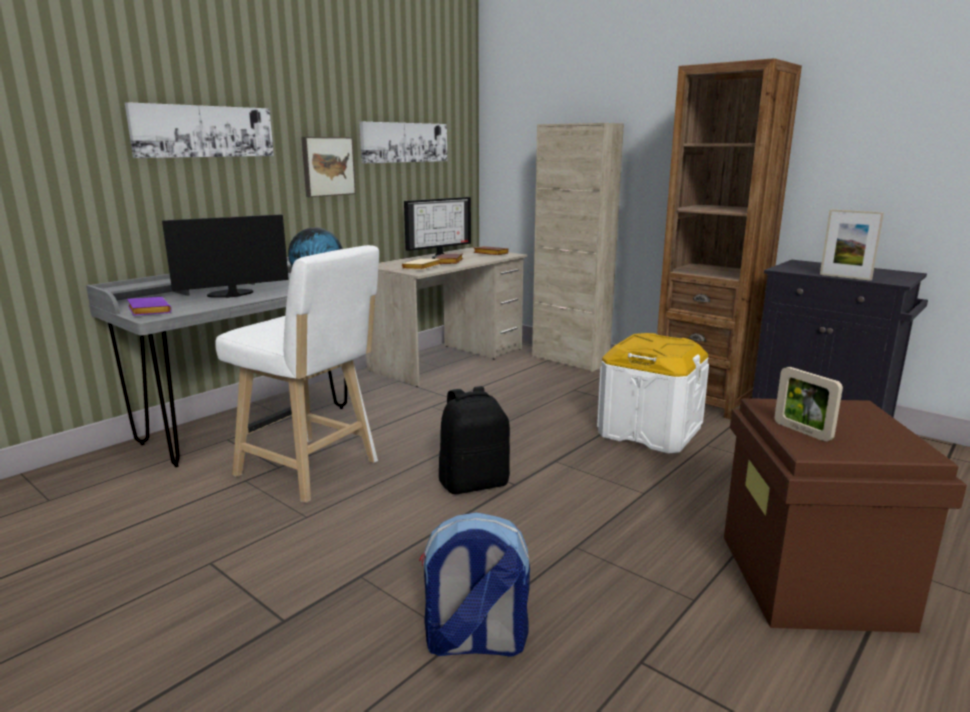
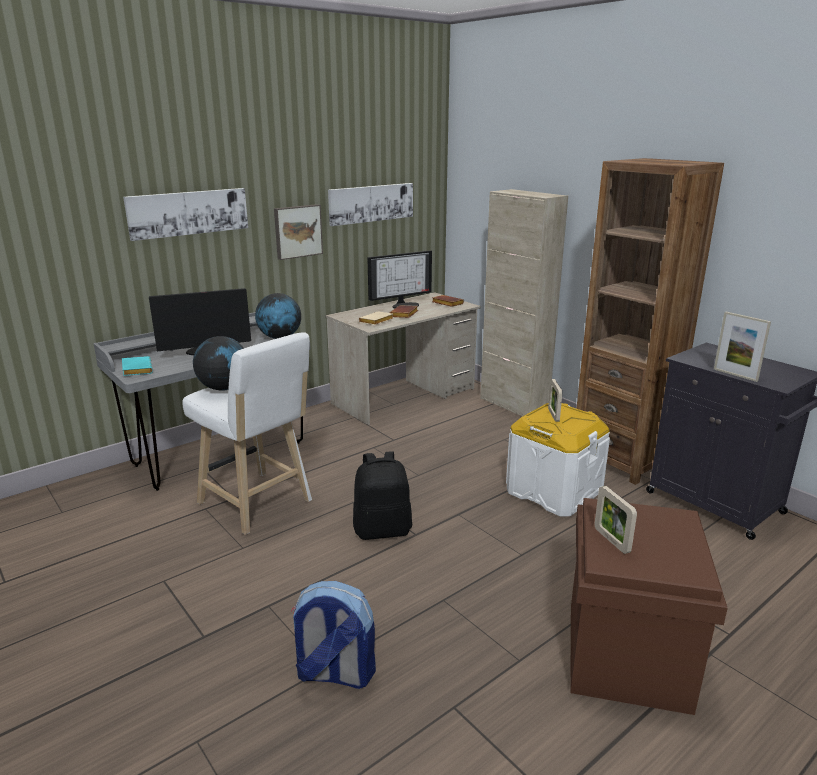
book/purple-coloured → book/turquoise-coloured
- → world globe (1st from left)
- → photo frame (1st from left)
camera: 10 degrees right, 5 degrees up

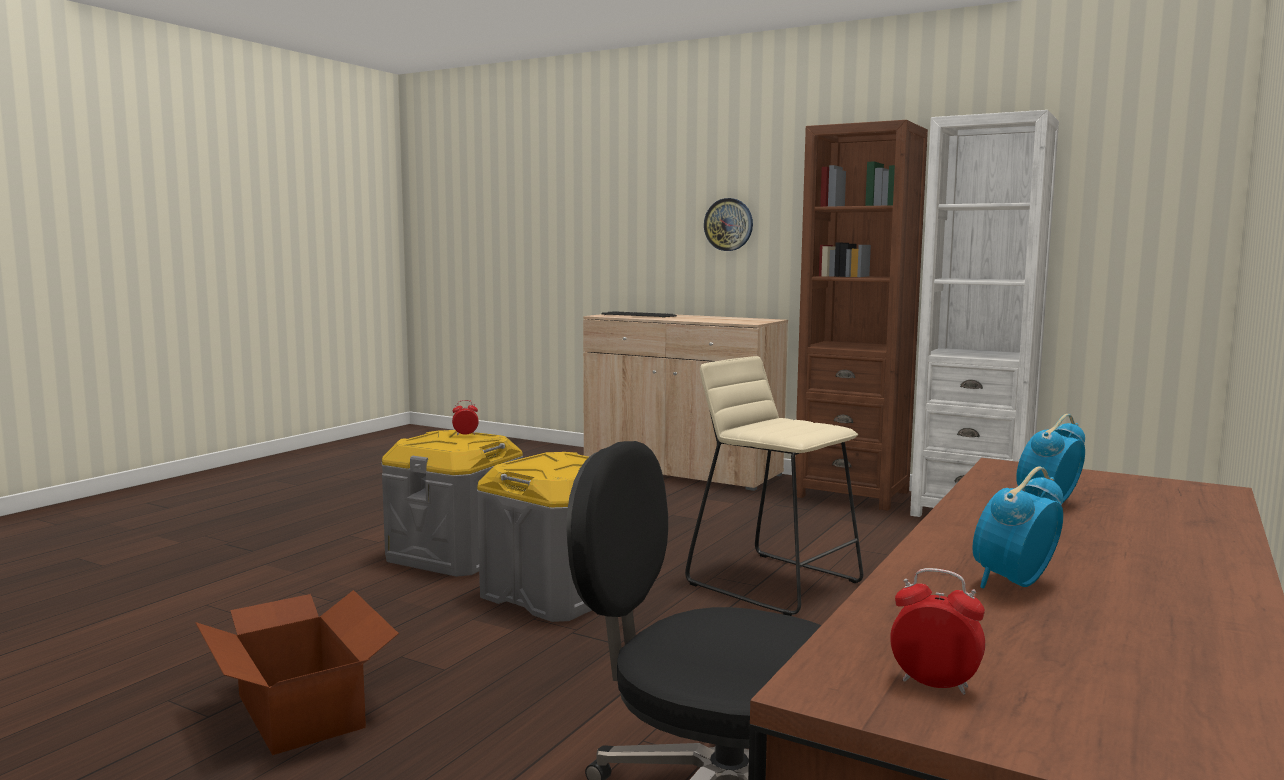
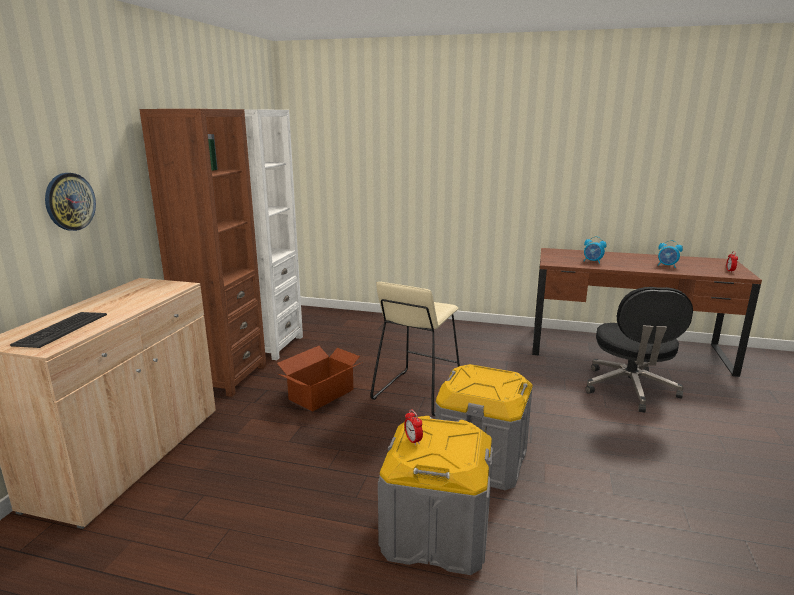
packing box, moved
camera: 105 degrees left, 10 degrees up

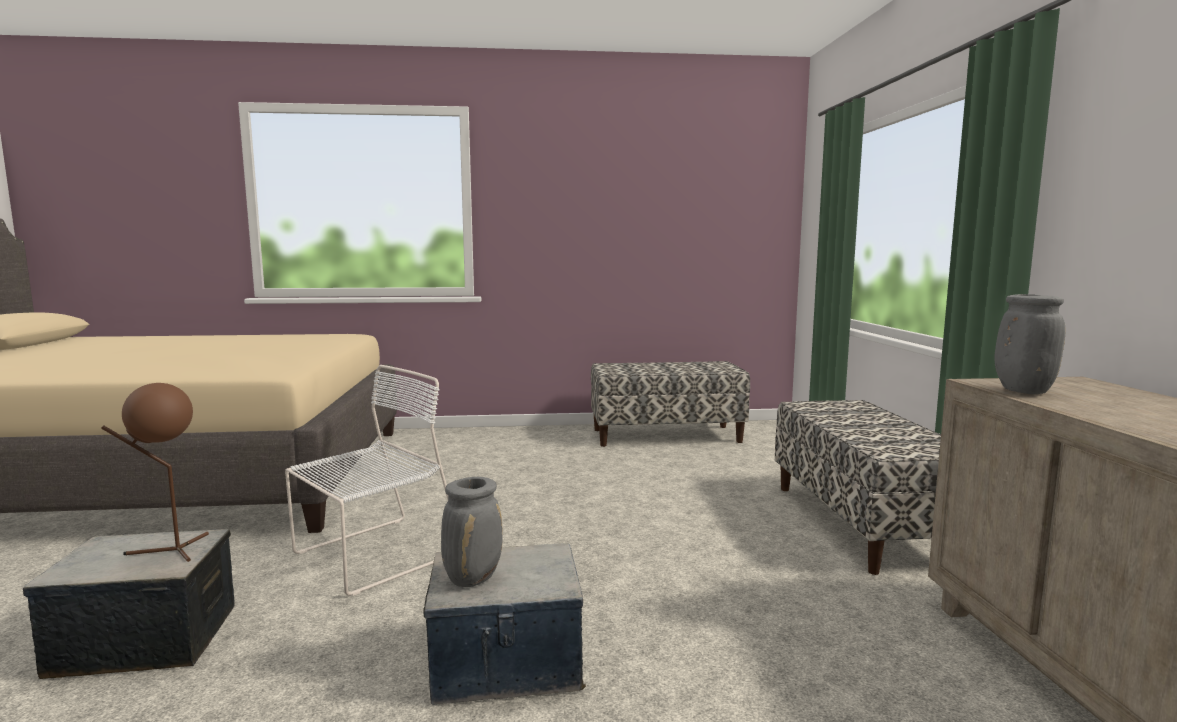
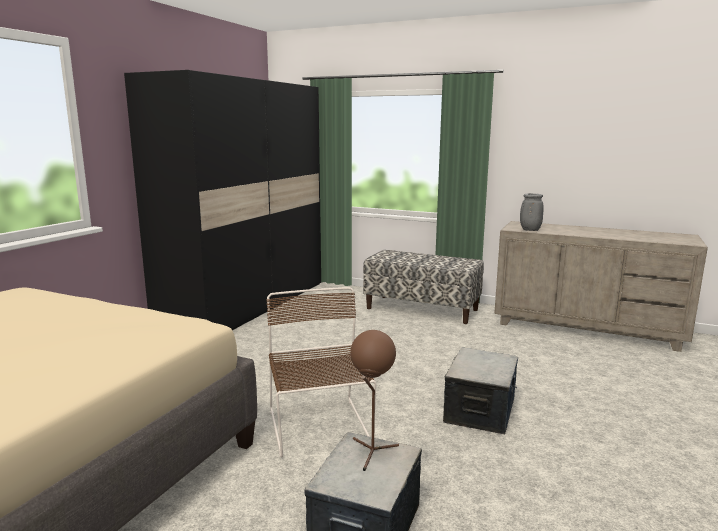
bench (1st from left) → clothes cupboard/black
chair/white → chair/brownish
vase/greyish (1st from left) → -
camera: 60 degrees left, 5 degrees up

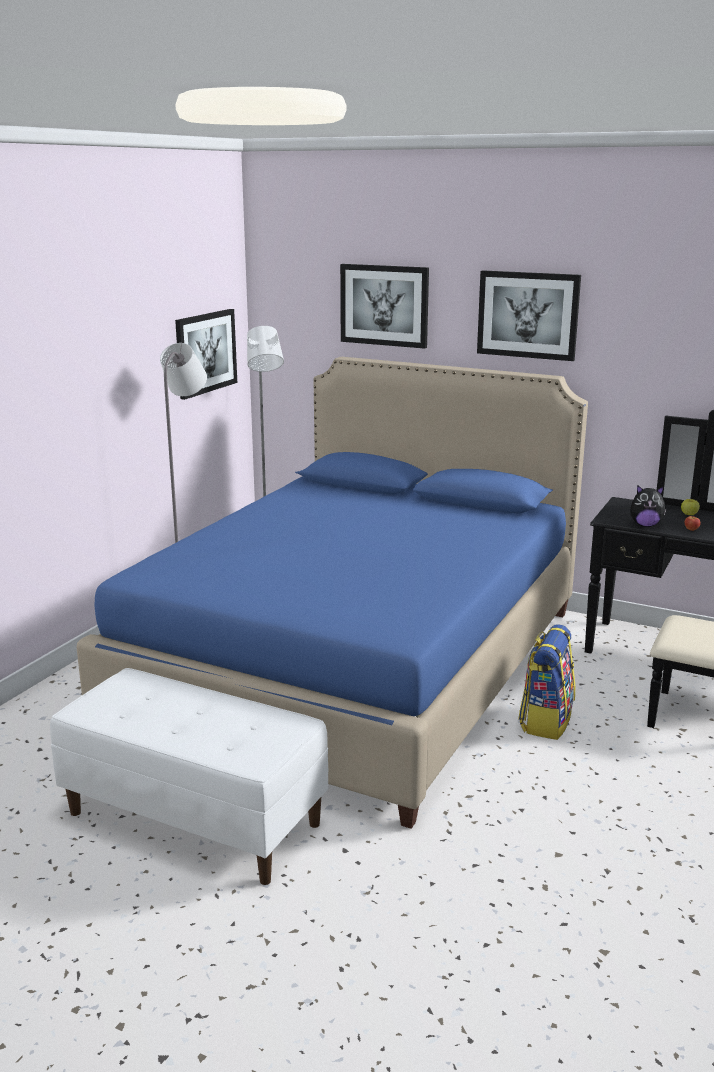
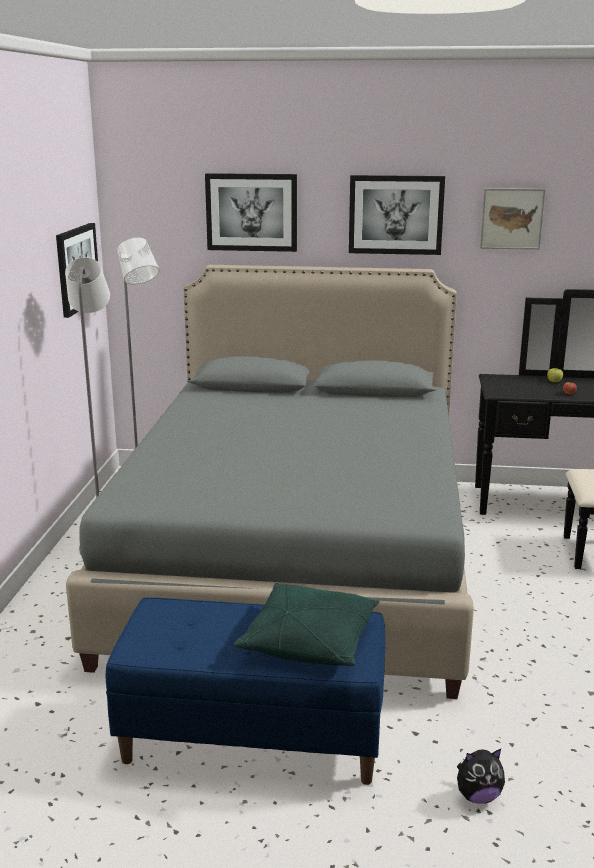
bed/blue-coloured → bed/greyish
soft toy, moved
rucksack → -
bench/white → bench/blue-coloured
- → wall picture (4th from left)
- → throw pillow/greenish
camera: 20 degrees left, 0 degrees up

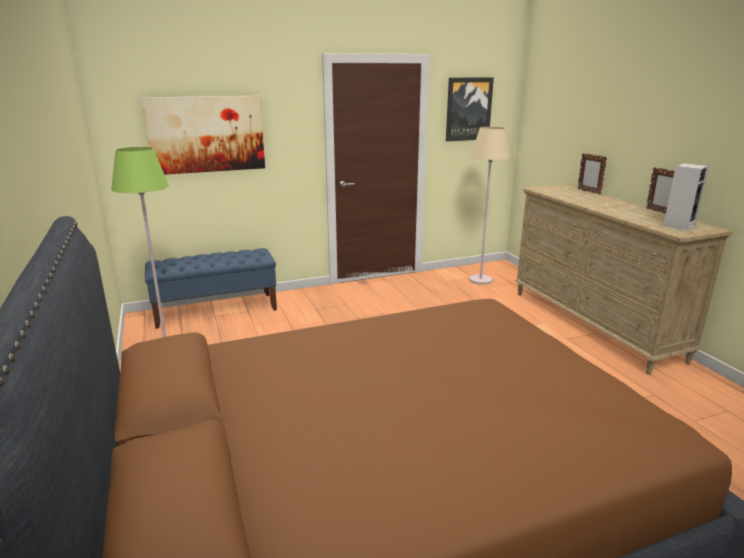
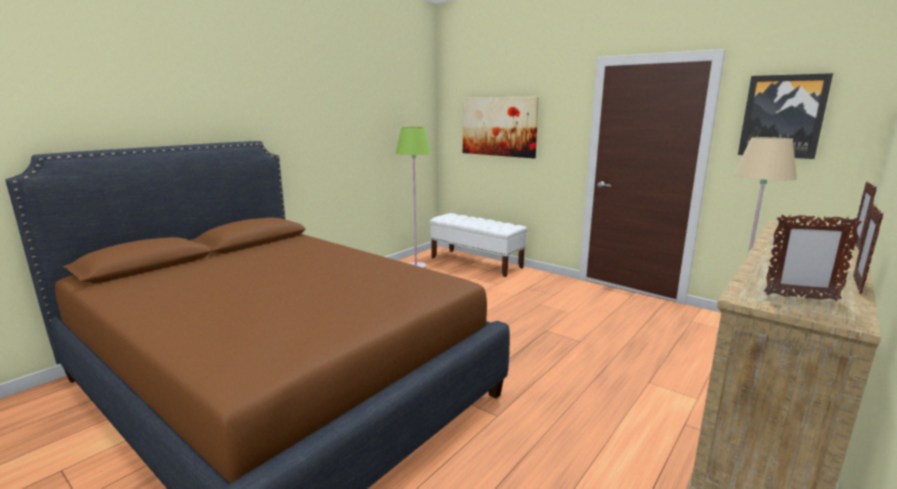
audio speaker → photo frame (1st from left)
bench/blue-coloured → bench/white
camera: 60 degrees right, 5 degrees down

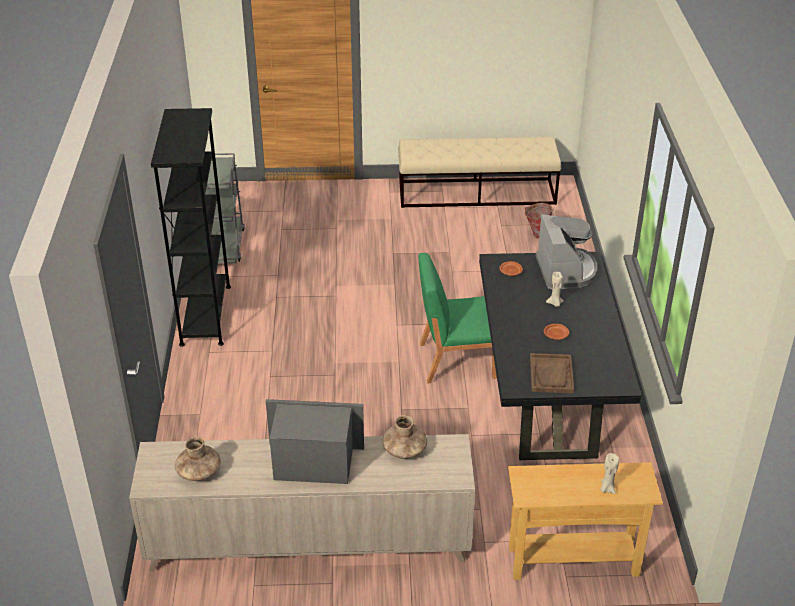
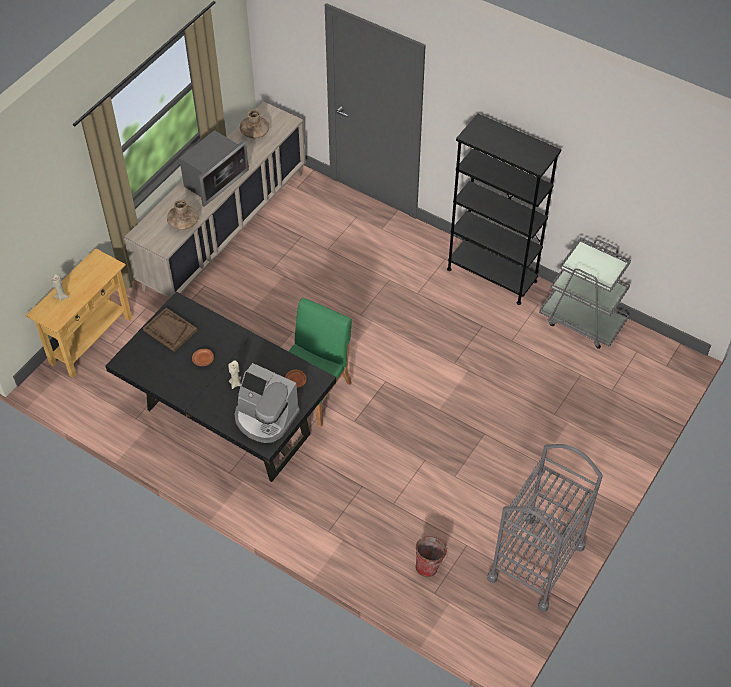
bench/beige → cart/greyish (1st from left)
camera: 125 degrees right, 15 degrees up

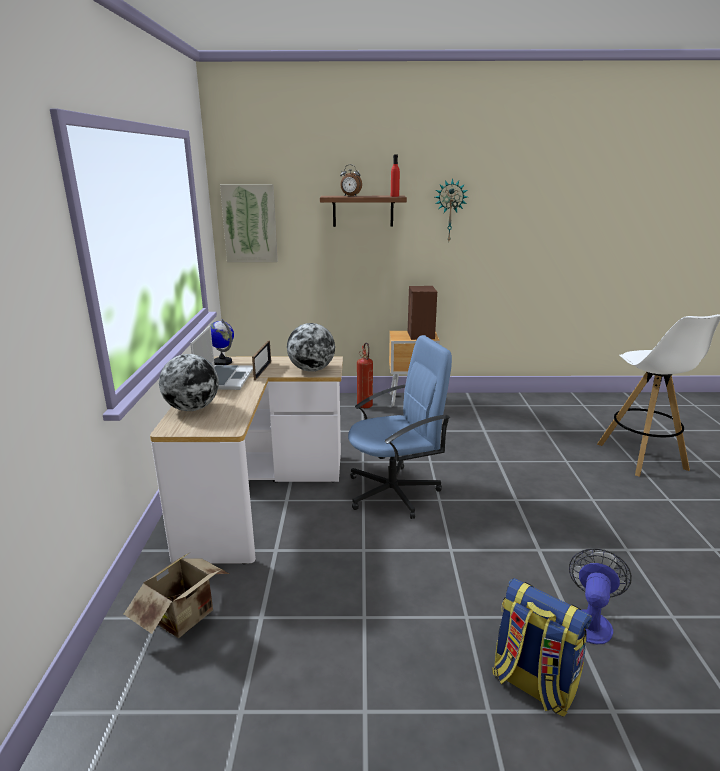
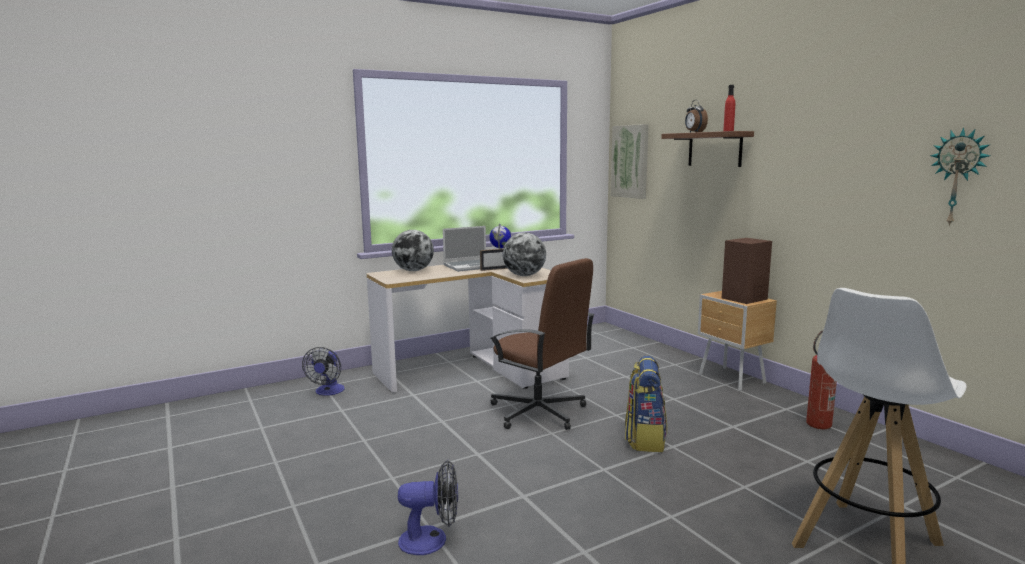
wall clock, moved
desk chair/blue-coloured → desk chair/brownish
fire-fighting cylinder, moved
packing box → cooling fan (1st from left)
rucksack, moved
camera: 60 degrees right, 10 degrees down

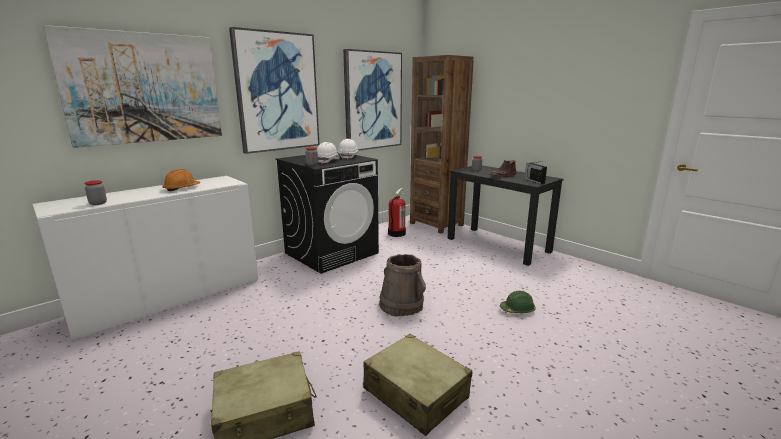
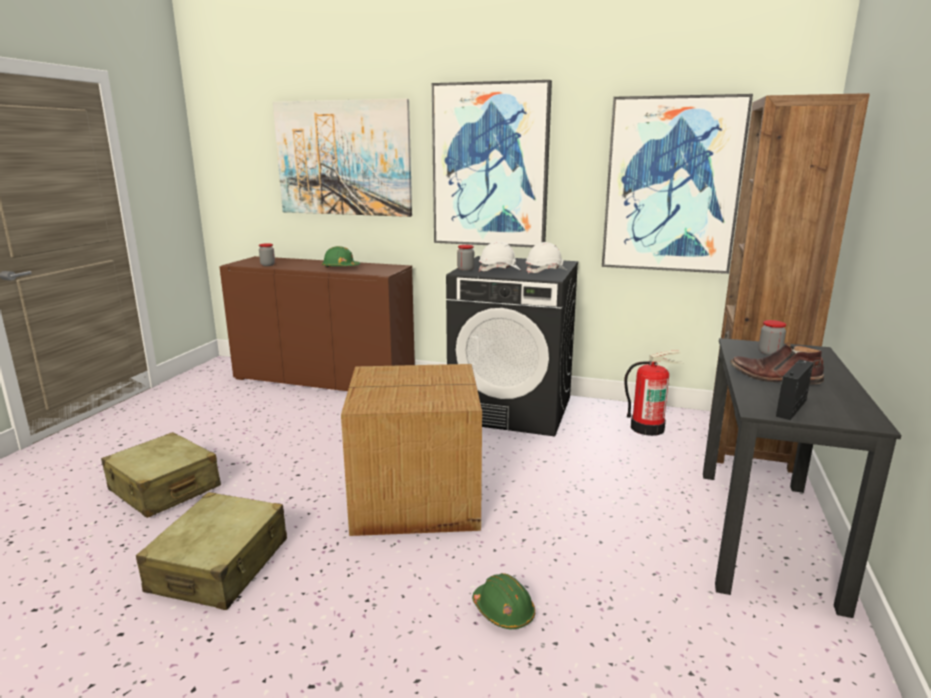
hard hat/orange → hard hat/greenish (1st from left)
storage cabinet/white → storage cabinet/brownish
bucket/brownish → packing box
camera: 60 degrees right, 0 degrees up

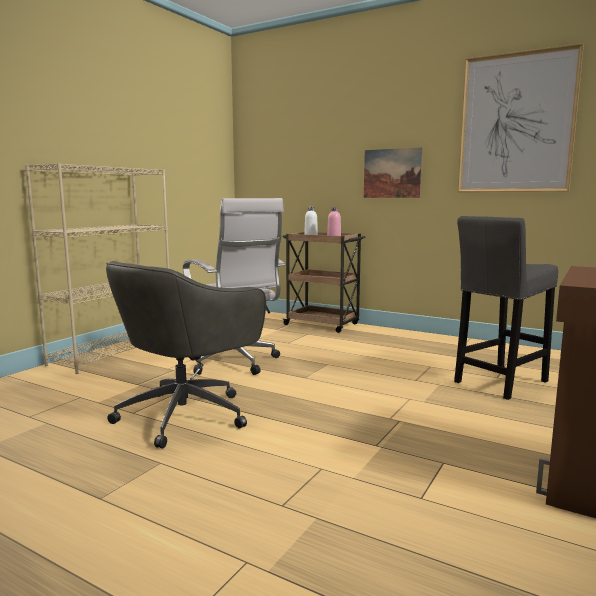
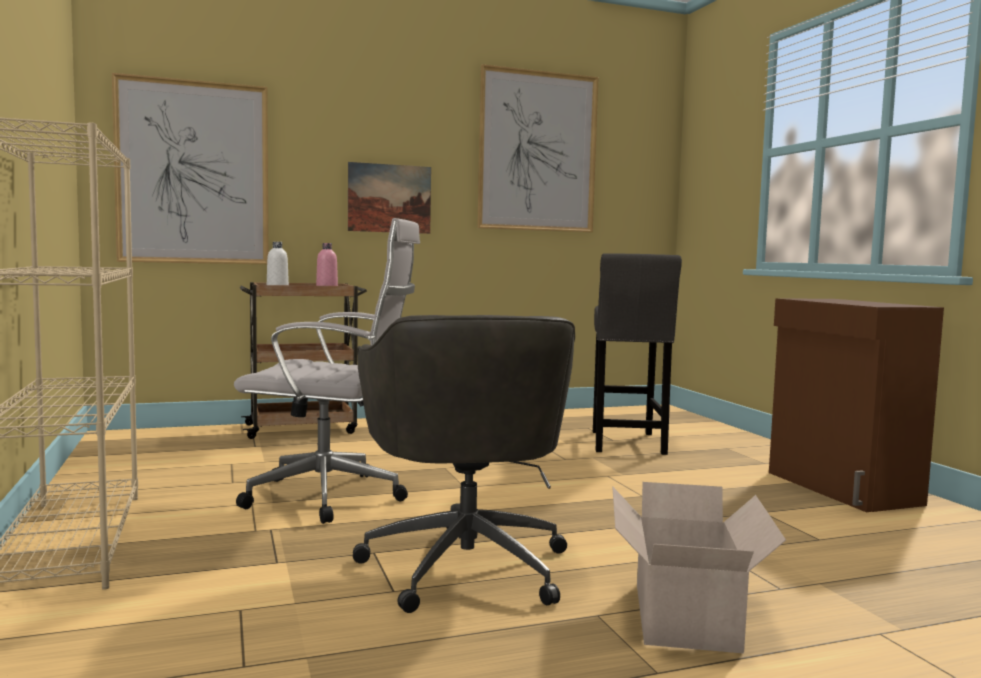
- → wall picture (1st from left)
- → packing box
camera: 50 degrees left, 5 degrees down

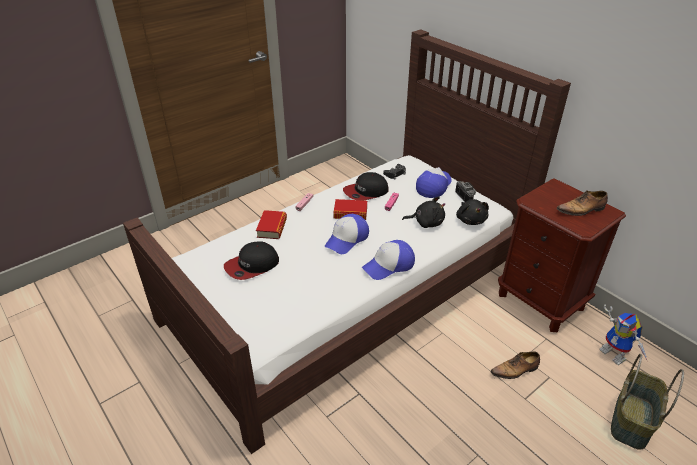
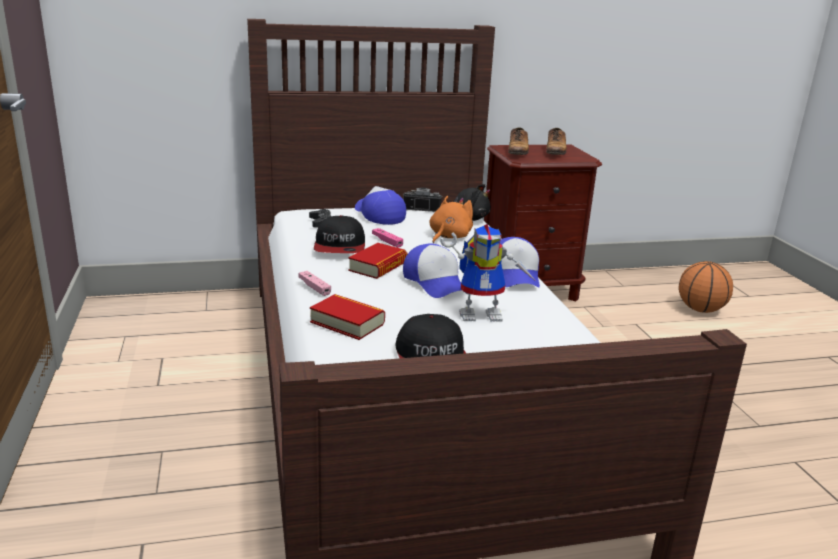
soft toy/black (1st from left) → soft toy/orange
robot figure, moved
shoe (1st from left), moved
storage basket → ball for basketball
camera: 65 degrees left, 15 degrees down

